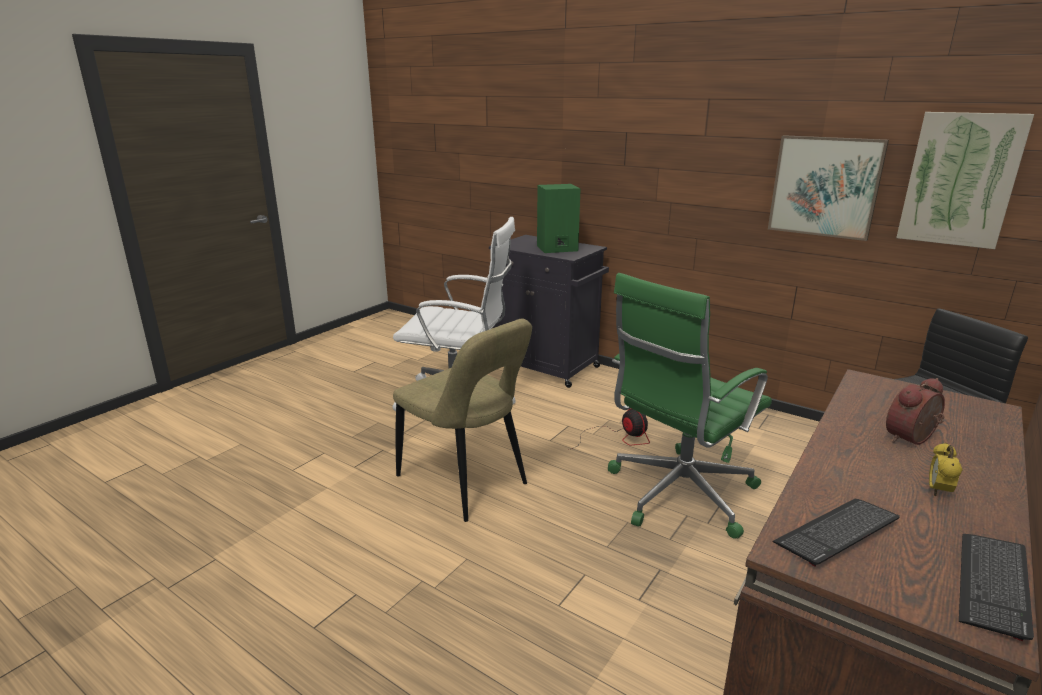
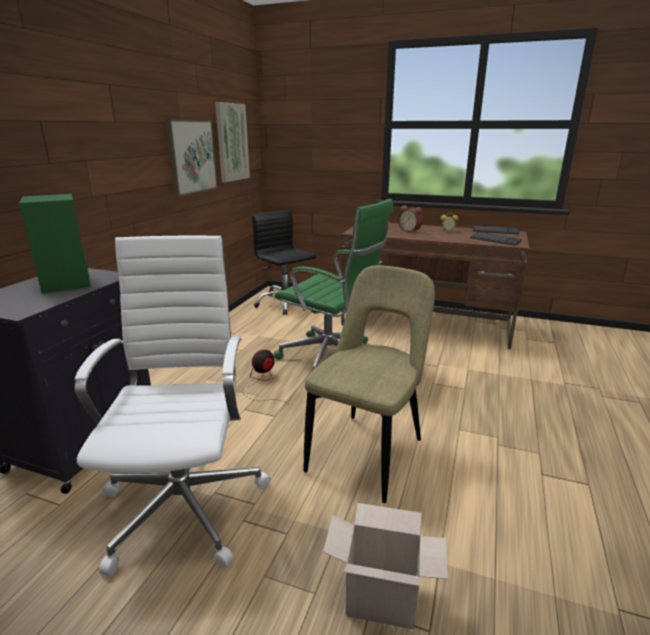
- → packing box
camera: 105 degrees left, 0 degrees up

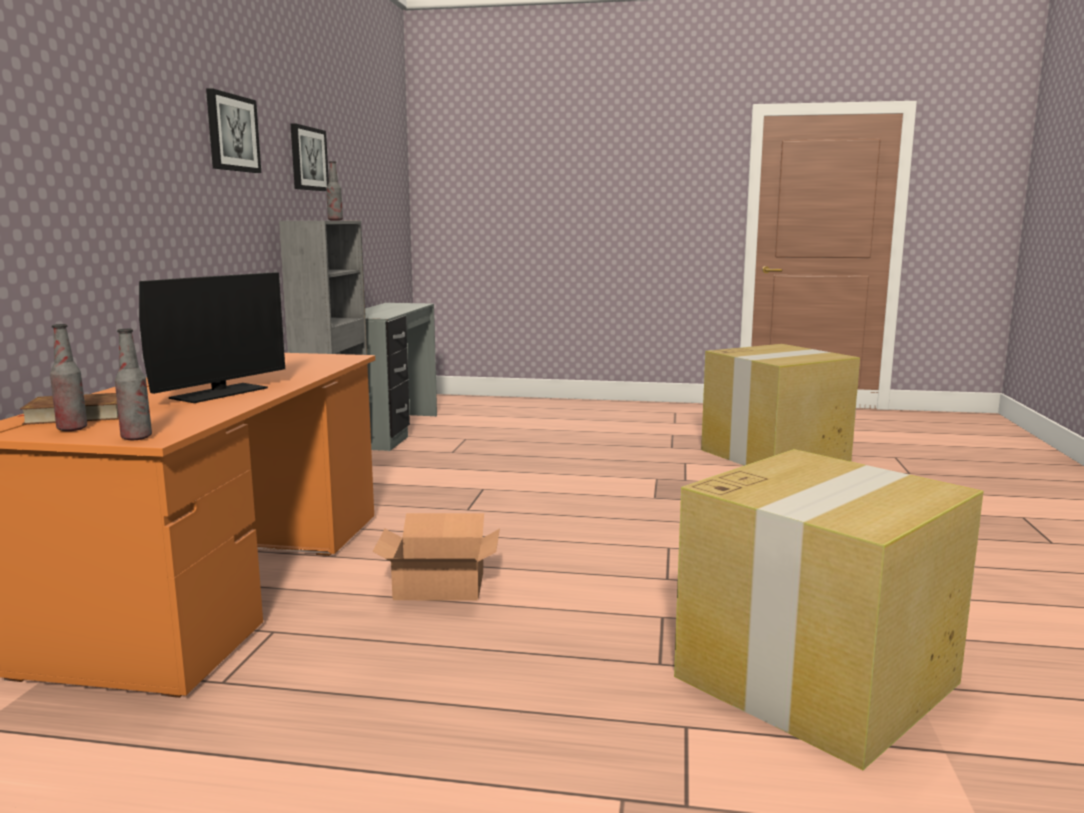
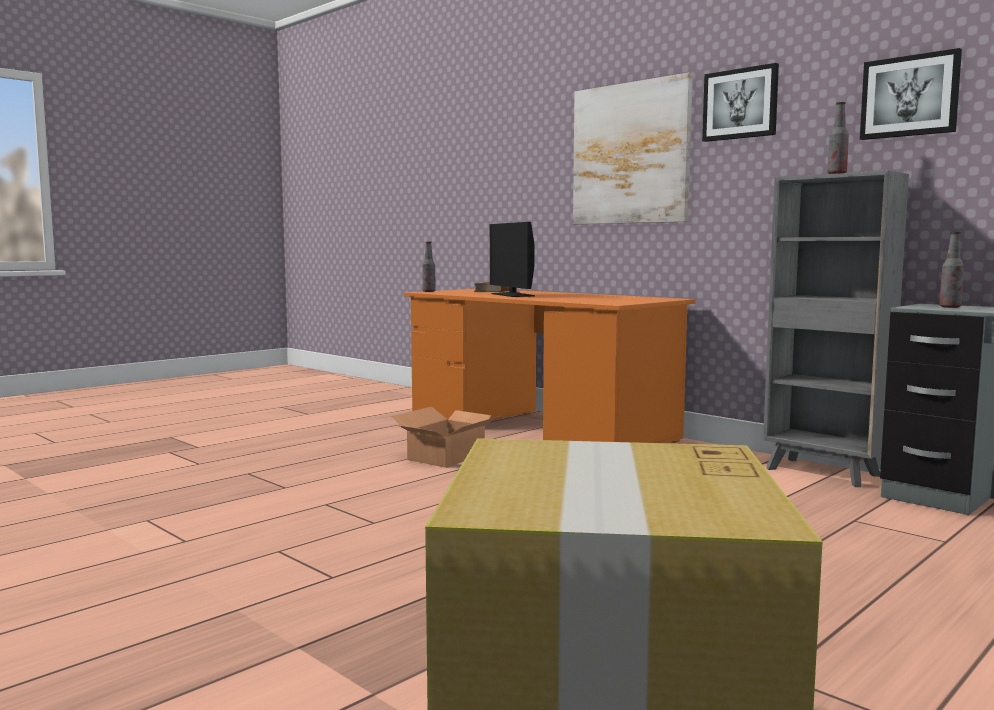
drink bottle (1st from left in the first image) → drink bottle (3rd from left), moved
packing box (3rd from left) → -
- → wall picture (1st from left)
camera: 125 degrees right, 5 degrees down

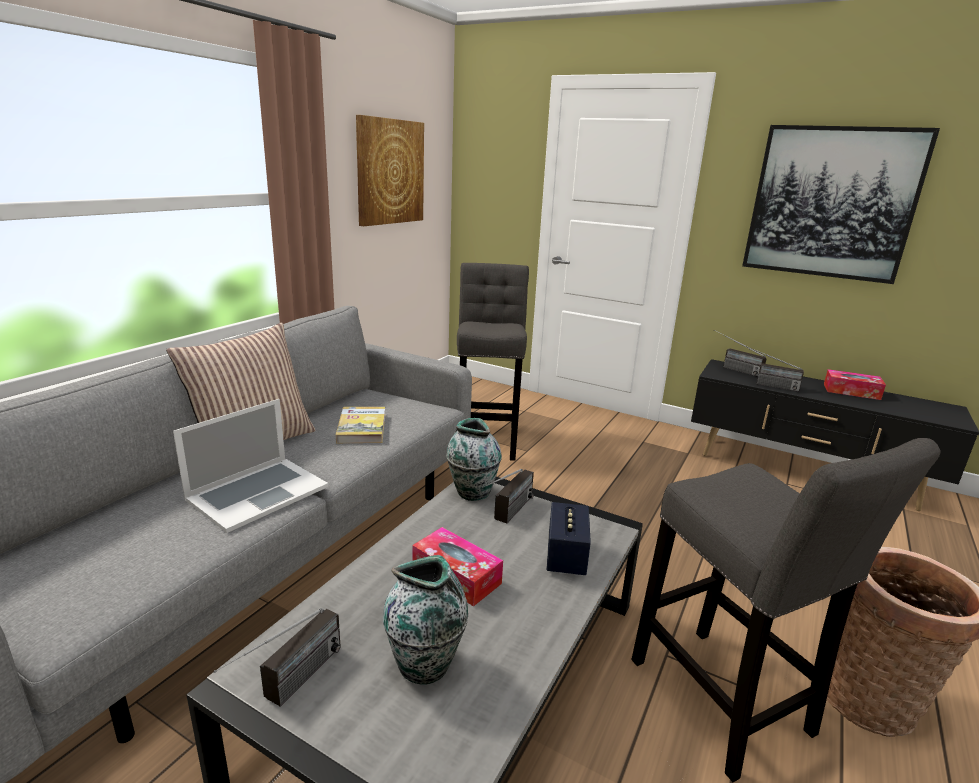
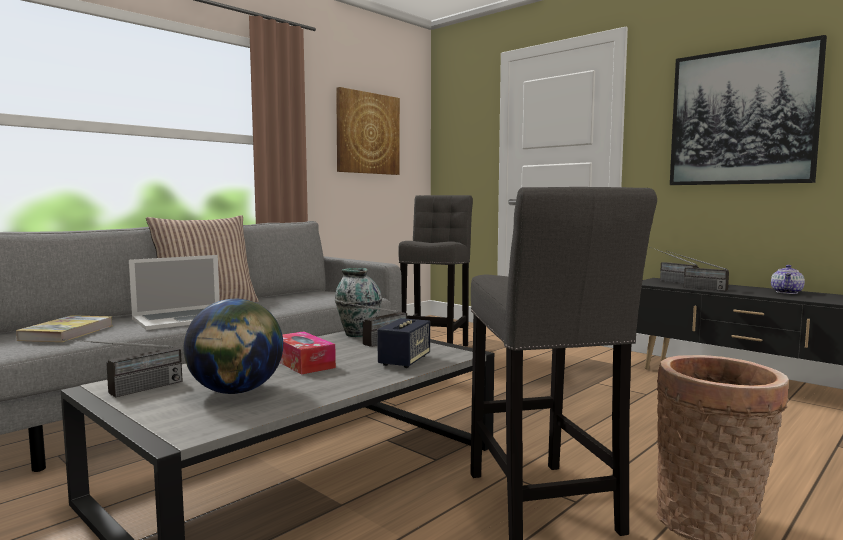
box of tissues (2nd from left) → teapot
book, moved
vase (1st from left) → world globe
camera: 15 degrees right, 15 degrees down

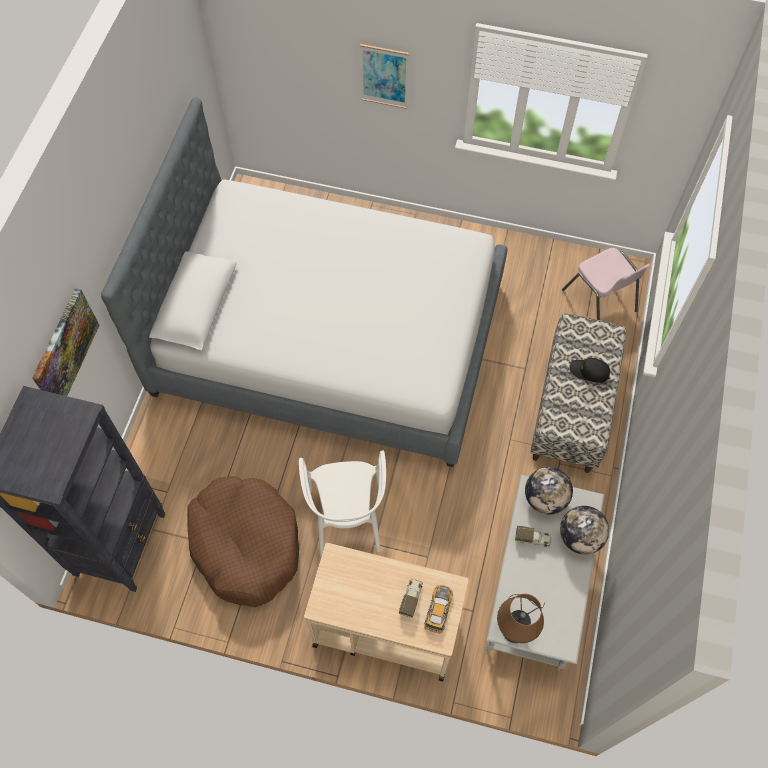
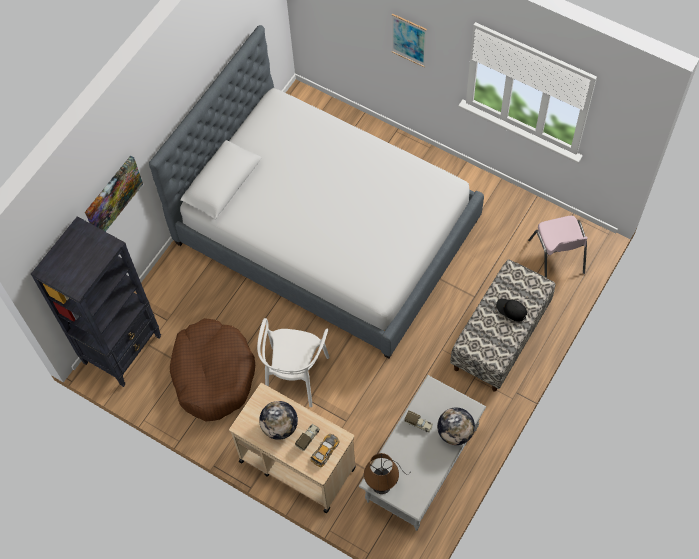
world globe (1st from left), moved
camera: 20 degrees right, 0 degrees up

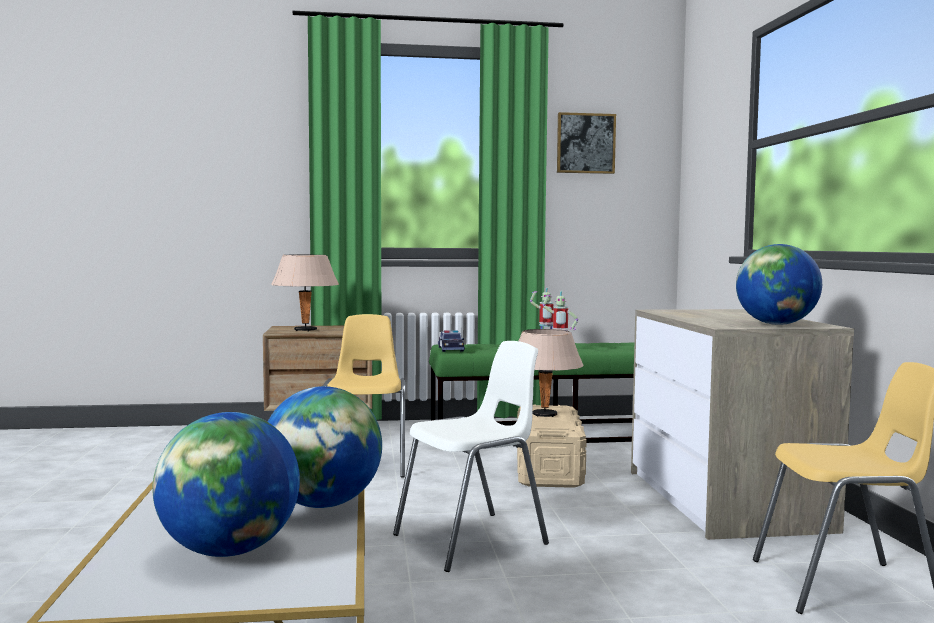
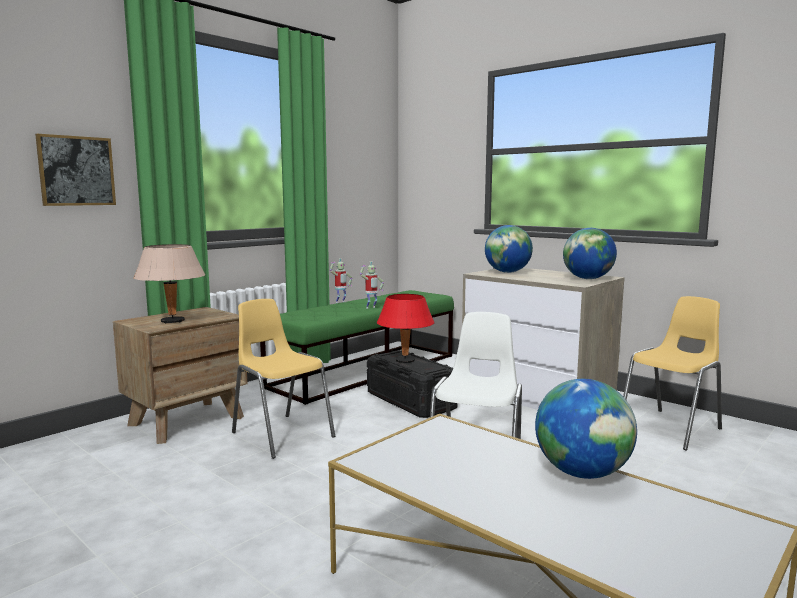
wall picture, moved
table lamp/beige (2nd from left) → table lamp/red
toy car → -
storage box/beige → storage box/black
world globe (1st from left), moved
camera: 40 degrees left, 5 degrees up

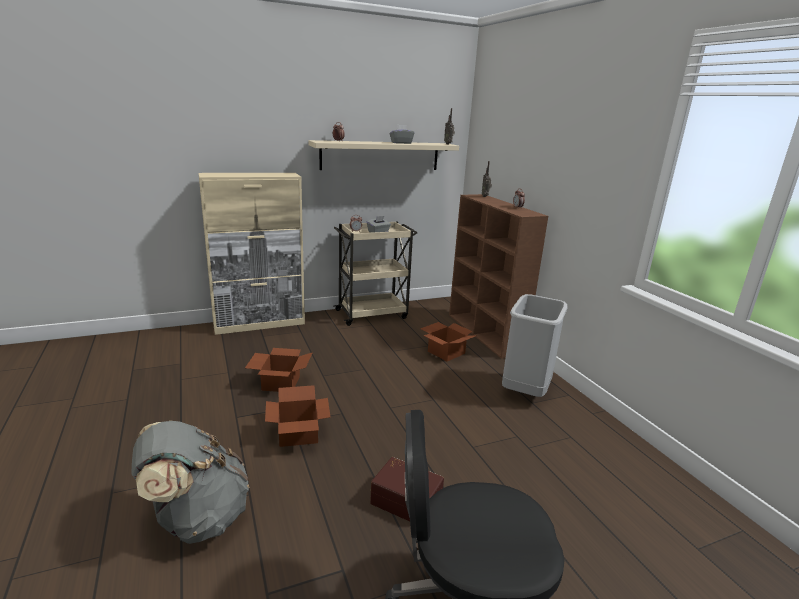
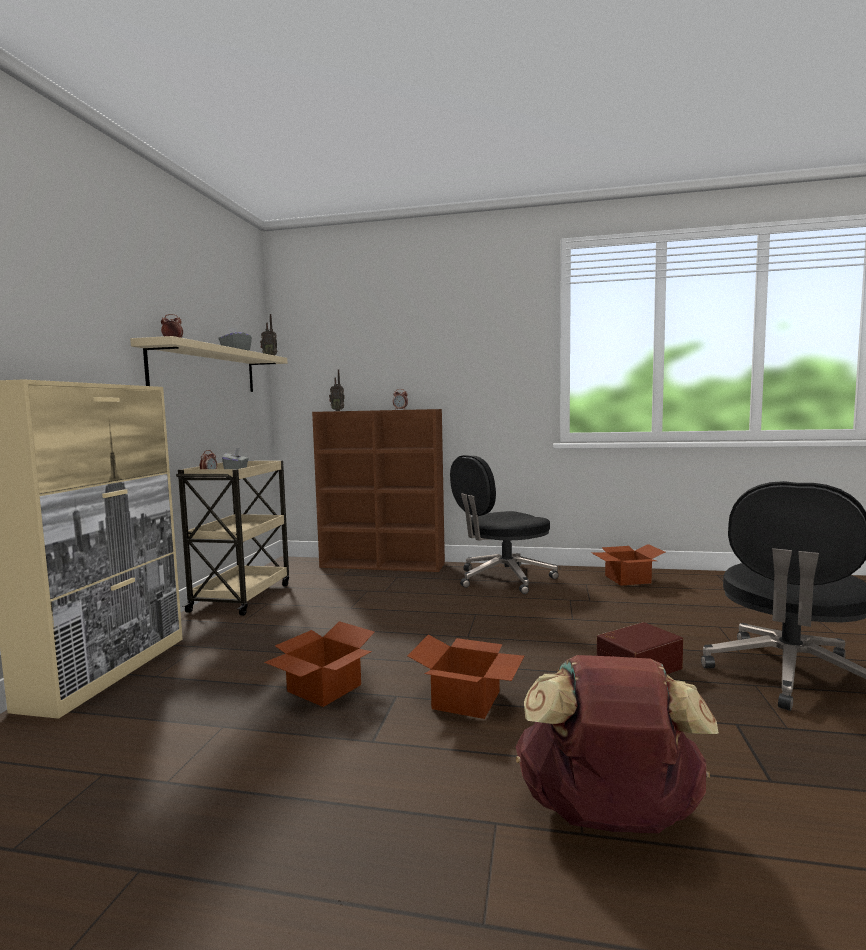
rubbish bin/greyish → desk chair/black (1st from left)
packing box (3rd from left), moved
rucksack/greyish → rucksack/brownish
camera: 55 degrees left, 15 degrees down

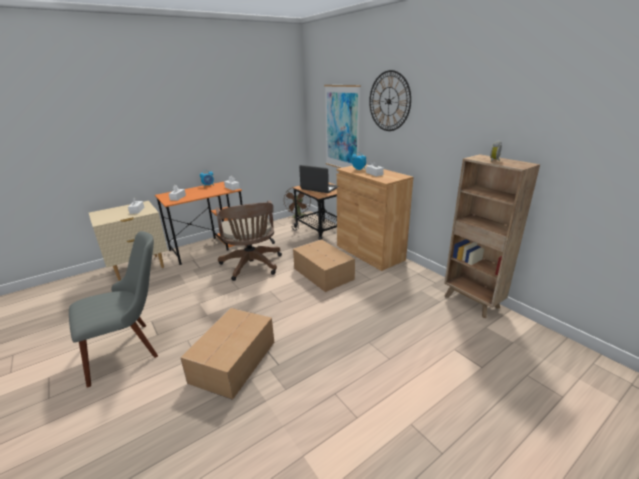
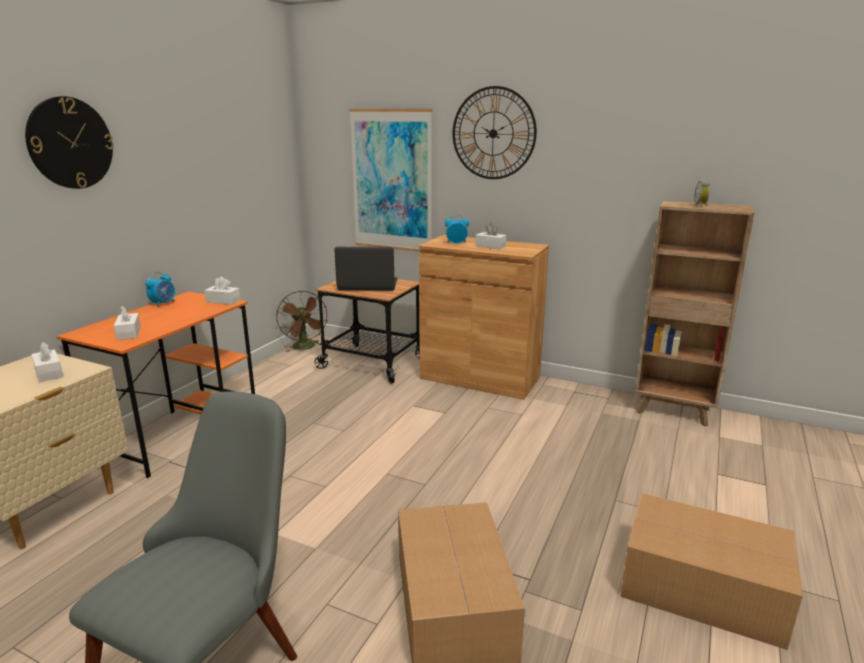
desk chair/brownish → -
packing box (2nd from left), moved
- → wall clock (1st from left)
camera: 30 degrees left, 5 degrees down

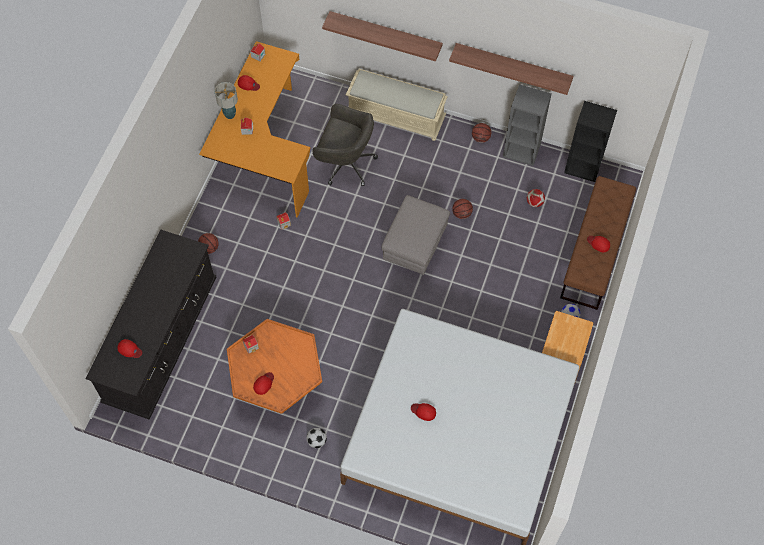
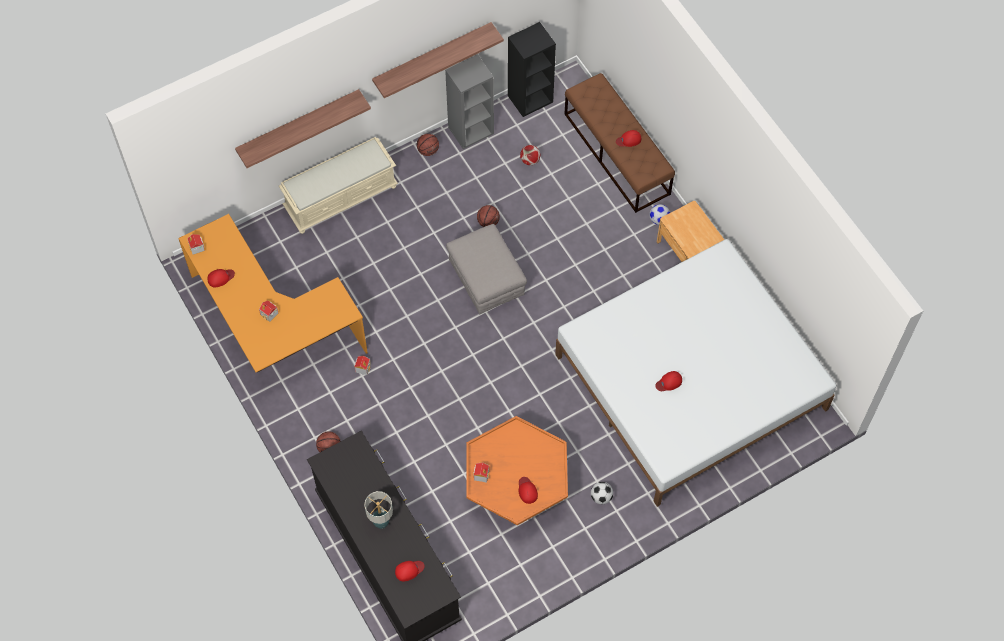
table lamp, moved
desk chair/greyish → -
camera: 50 degrees left, 0 degrees up

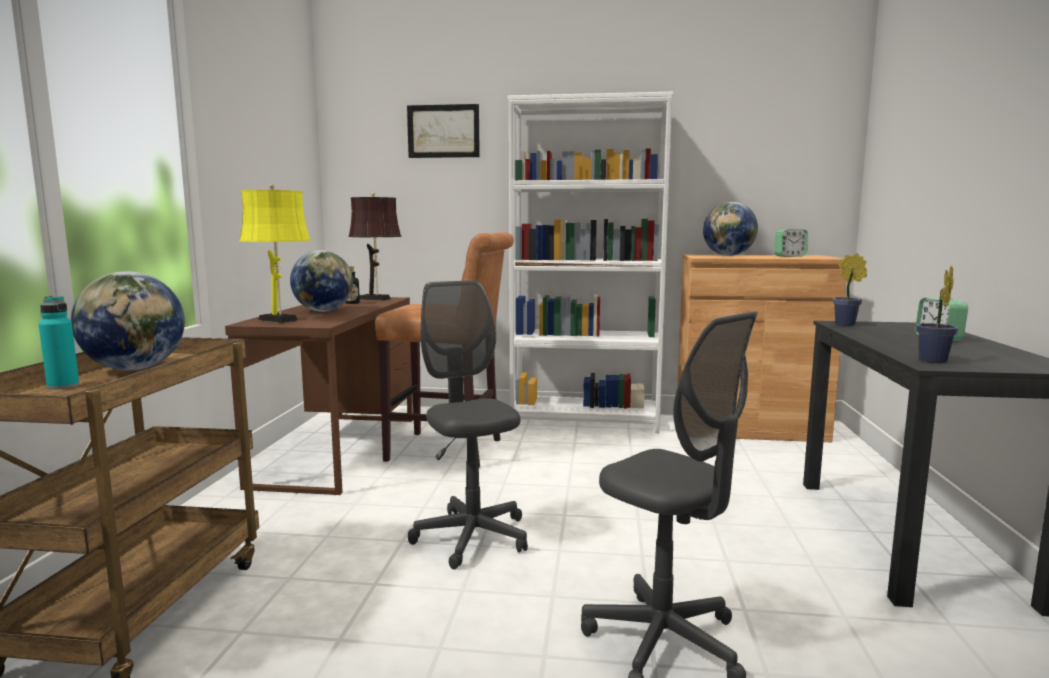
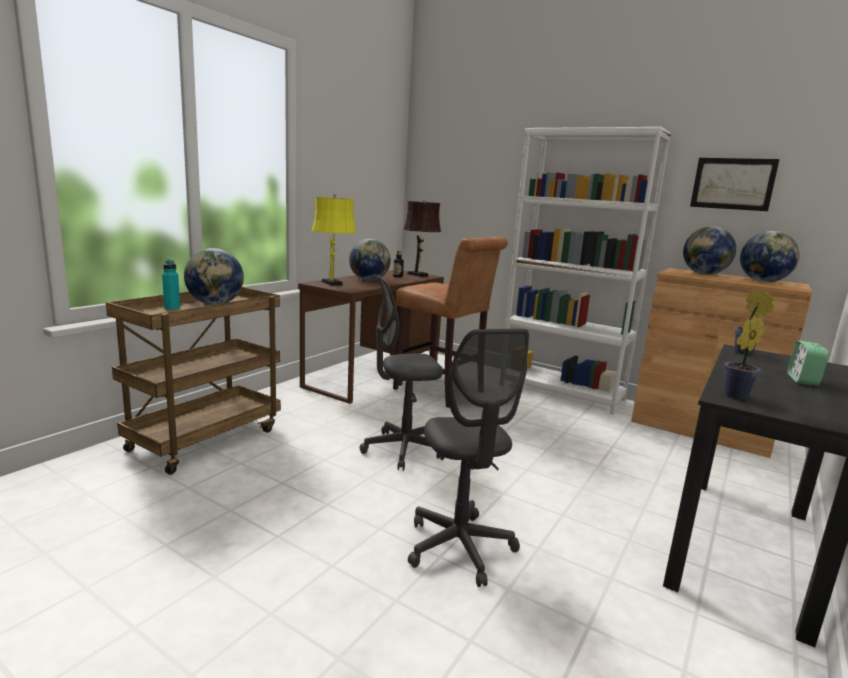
wall picture, moved
alarm clock (1st from left) → world globe (4th from left)
desk chair/greyish (1st from left), 105 degrees counterclockwise
camera: 25 degrees right, 5 degrees up

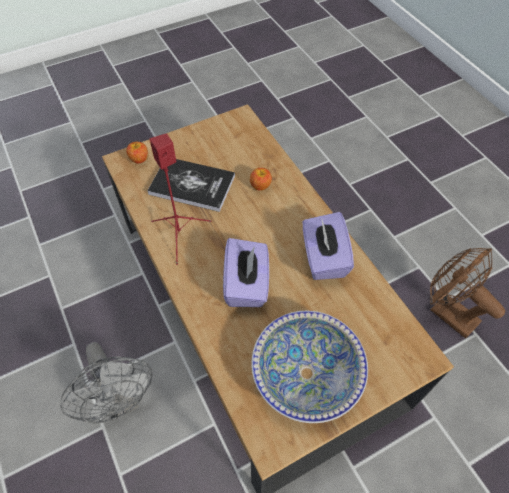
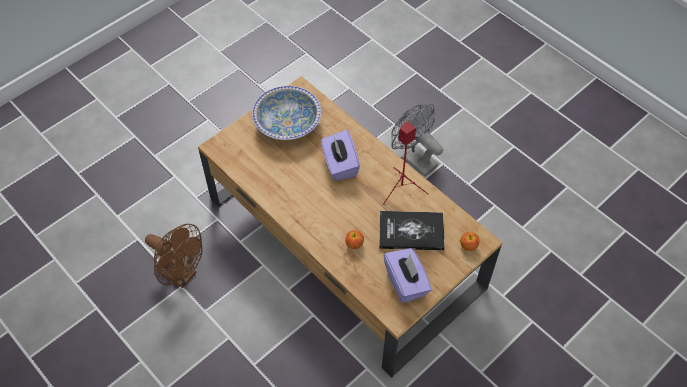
box of tissues/purple-coloured (2nd from left), moved
camera: 165 degrees right, 0 degrees up

